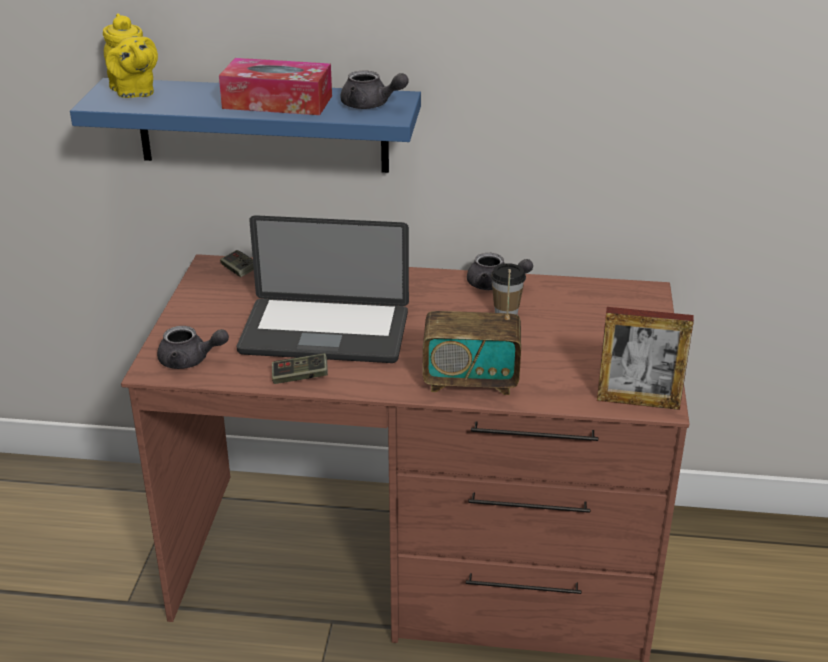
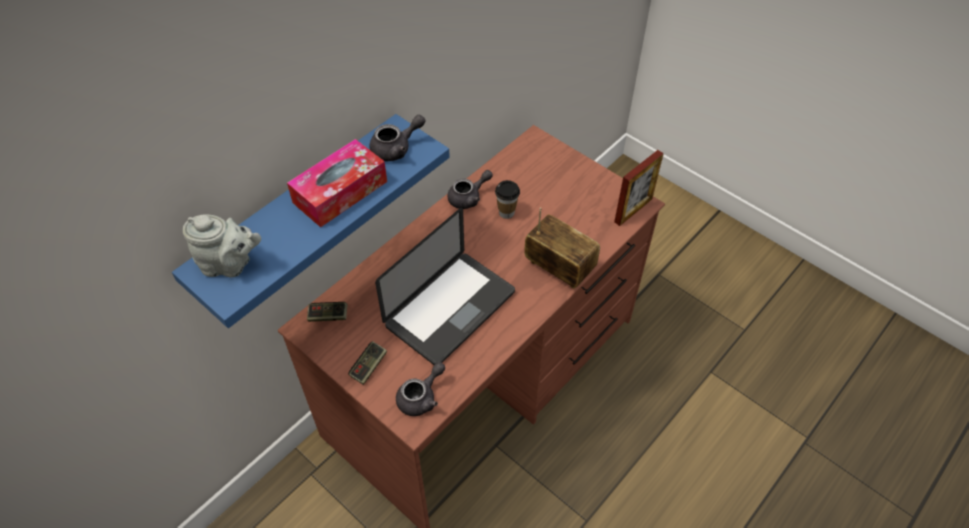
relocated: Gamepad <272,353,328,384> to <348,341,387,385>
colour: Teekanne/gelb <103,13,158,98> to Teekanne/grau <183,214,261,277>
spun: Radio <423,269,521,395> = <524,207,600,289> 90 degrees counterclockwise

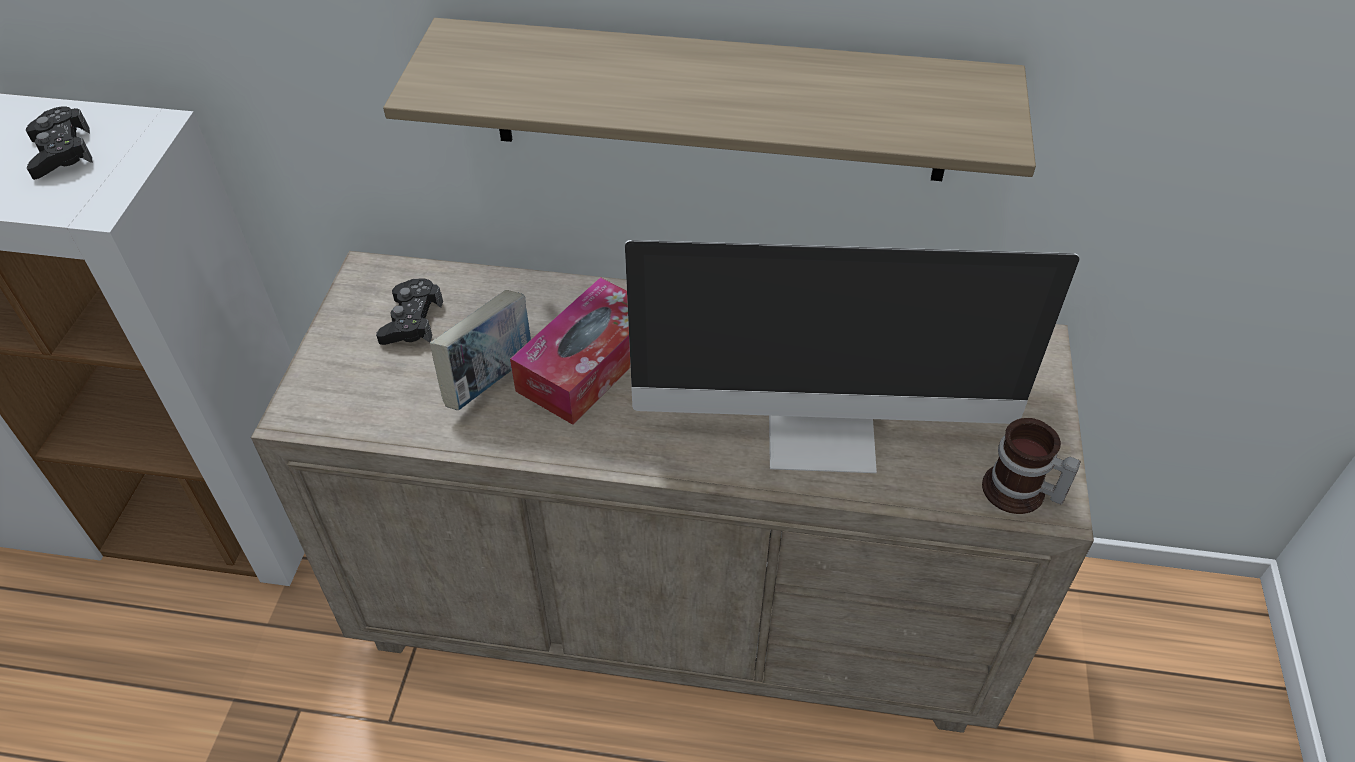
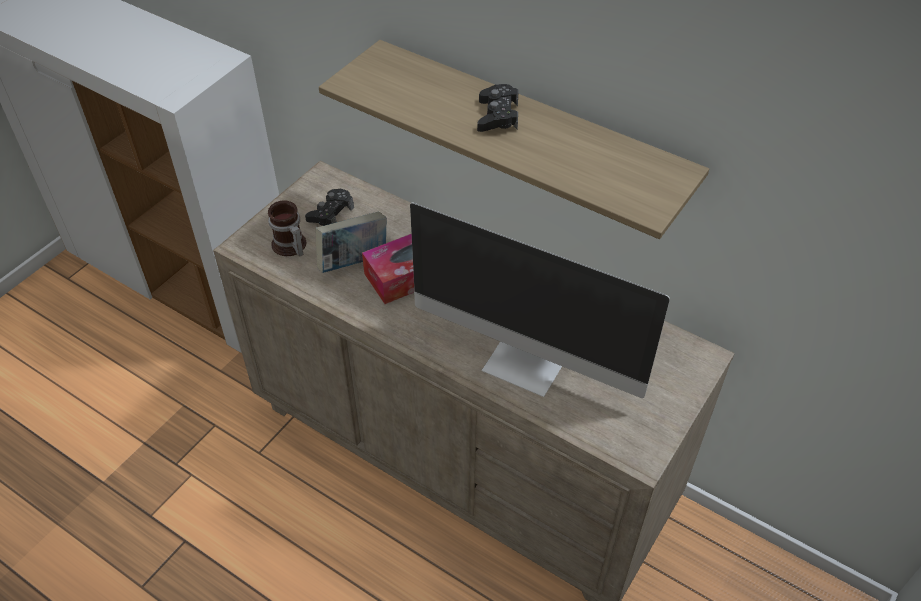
relocated: Gamepad/schwarz <26,106,93,180> to <477,84,519,132>; Henkelbecher <982,418,1080,514> to <268,201,306,256>

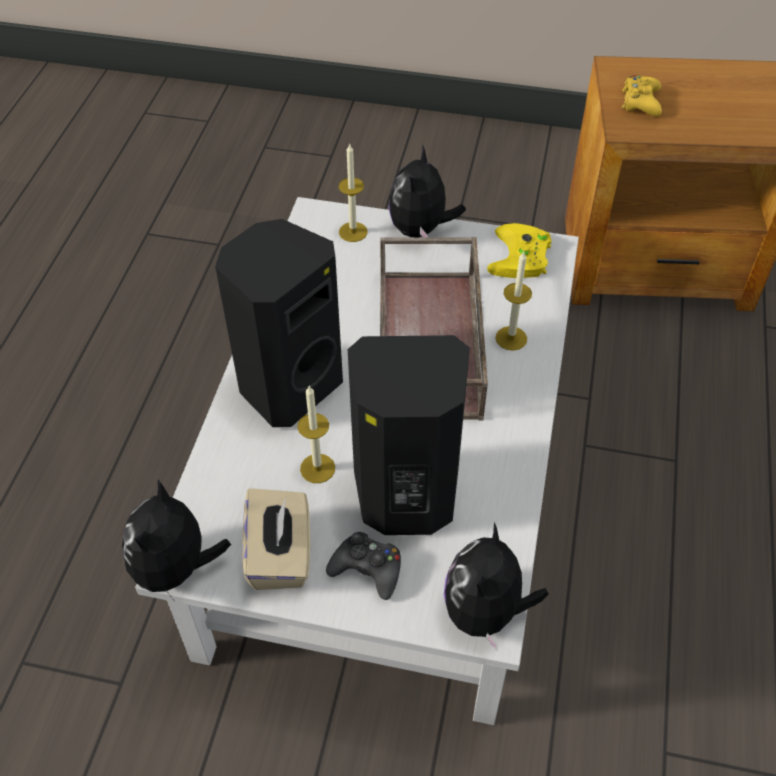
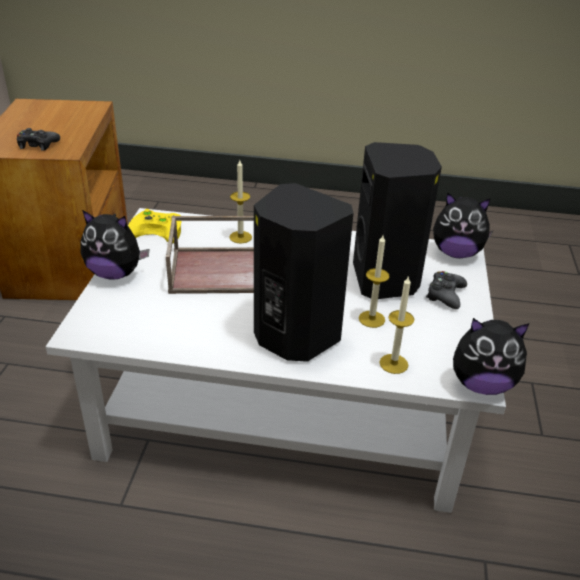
missing: Taschentuchbox/beige <243,488,310,590>
relocated: Kerze <339,143,367,242> to <379,275,414,374>
colour: Gamepad/gelb <622,75,662,116> to Gamepad/schwarz <17,128,60,151>

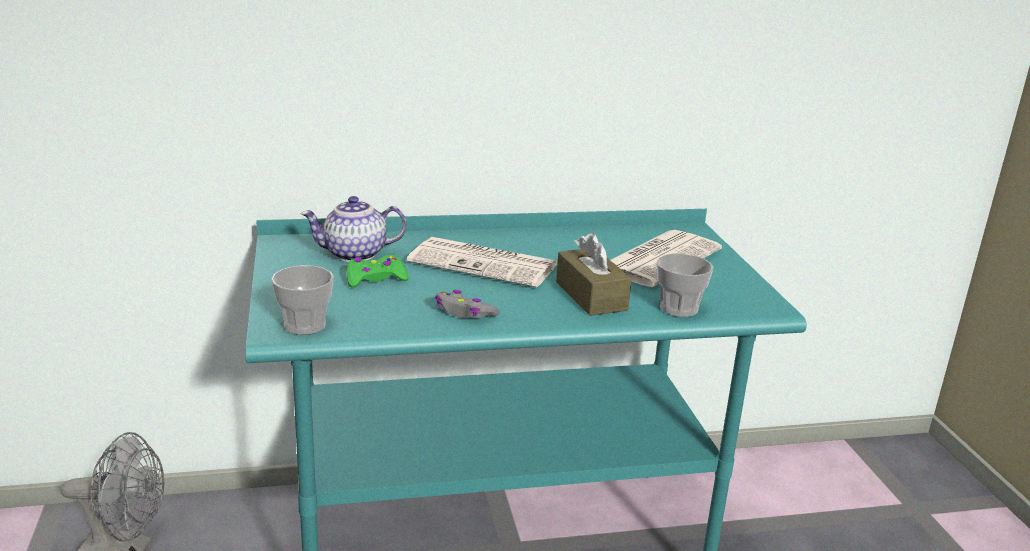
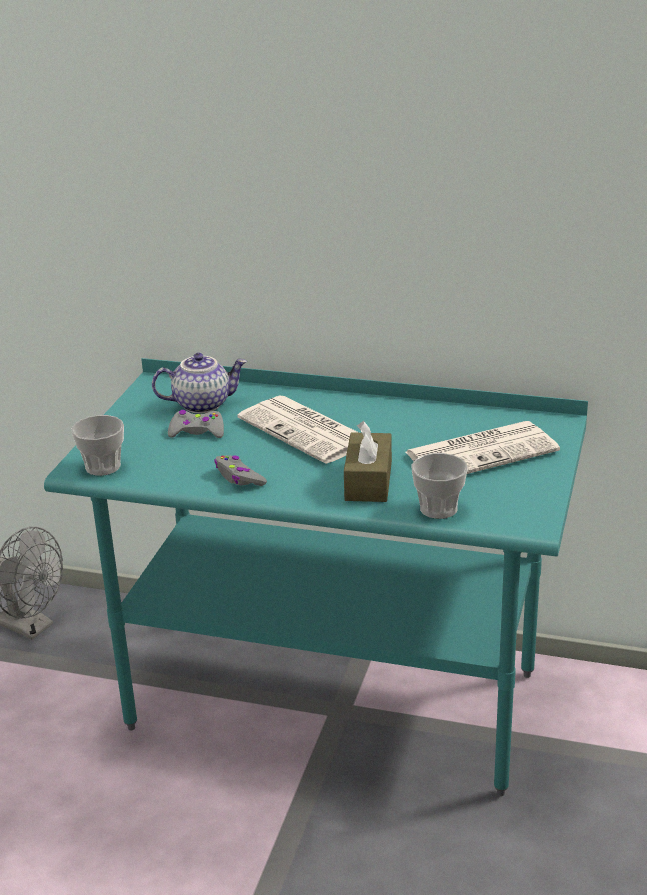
colour: Gamepad/grün <347,255,409,288> to Gamepad/grau <168,410,224,438>
spun: Teekanne <300,196,407,262> = <152,353,247,414> 150 degrees clockwise

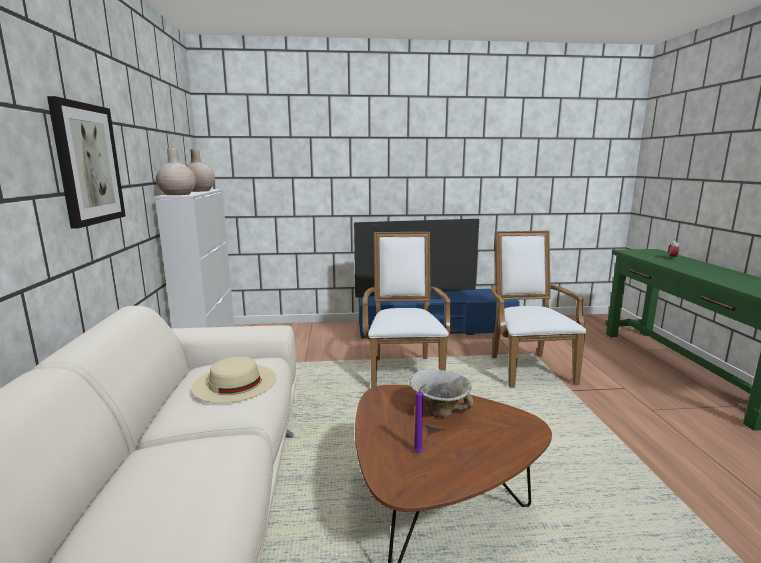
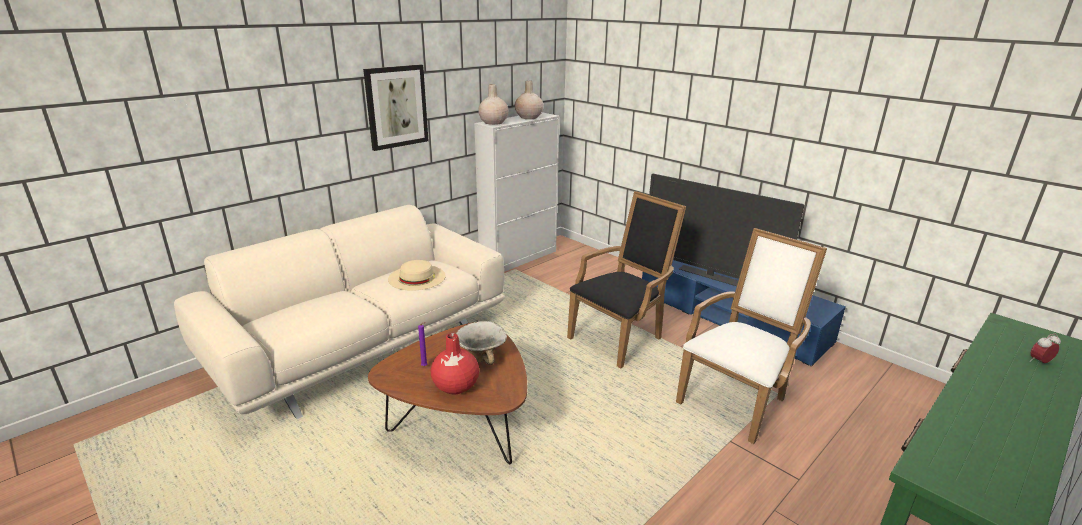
appeared: Vase/rot <430,333,479,394>
colour: Sessel/weiß <363,232,451,388> to Sessel/schwarz <567,191,686,368>

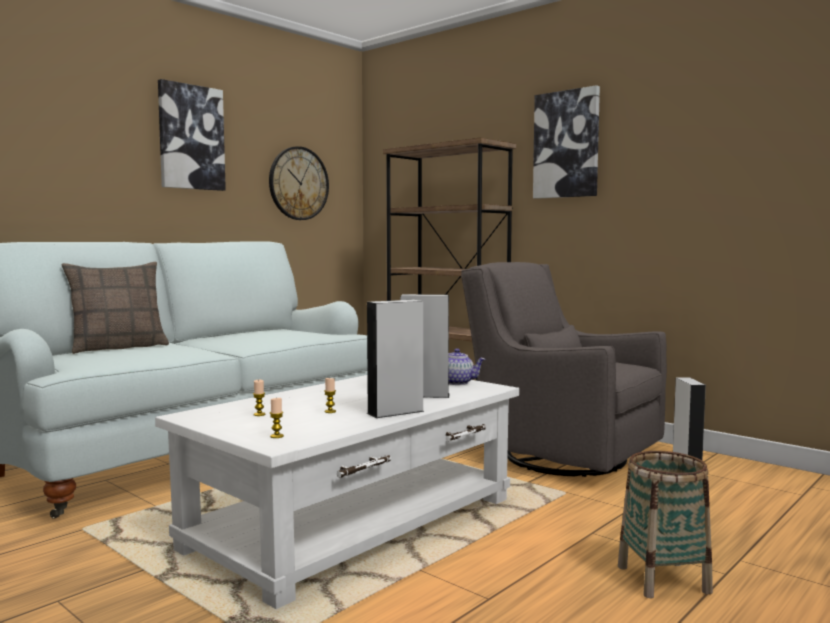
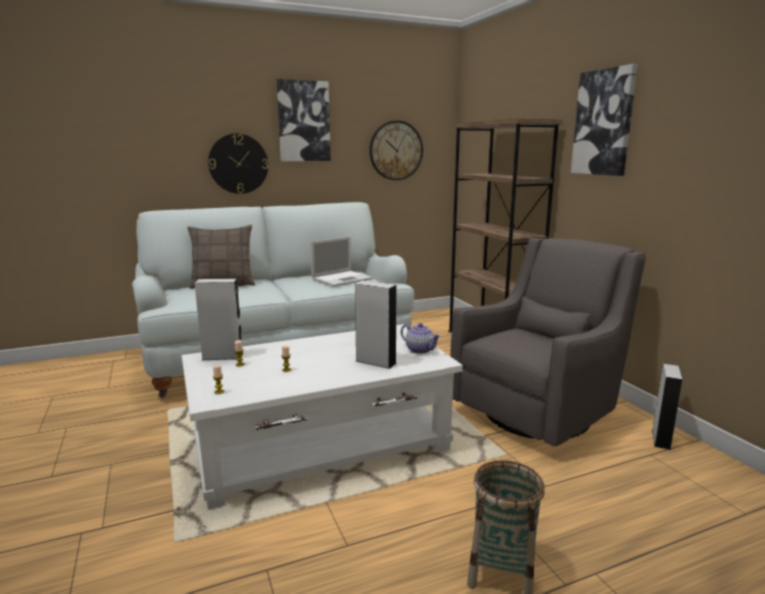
appeared: Wanduhr <208,133,268,194>; Laptop <310,236,373,287>
relocated: Lautsprecher/grau <367,300,424,418> to <195,278,243,360>
spun: Sessel/grau <461,262,667,477> = <450,238,646,447> 75 degrees clockwise

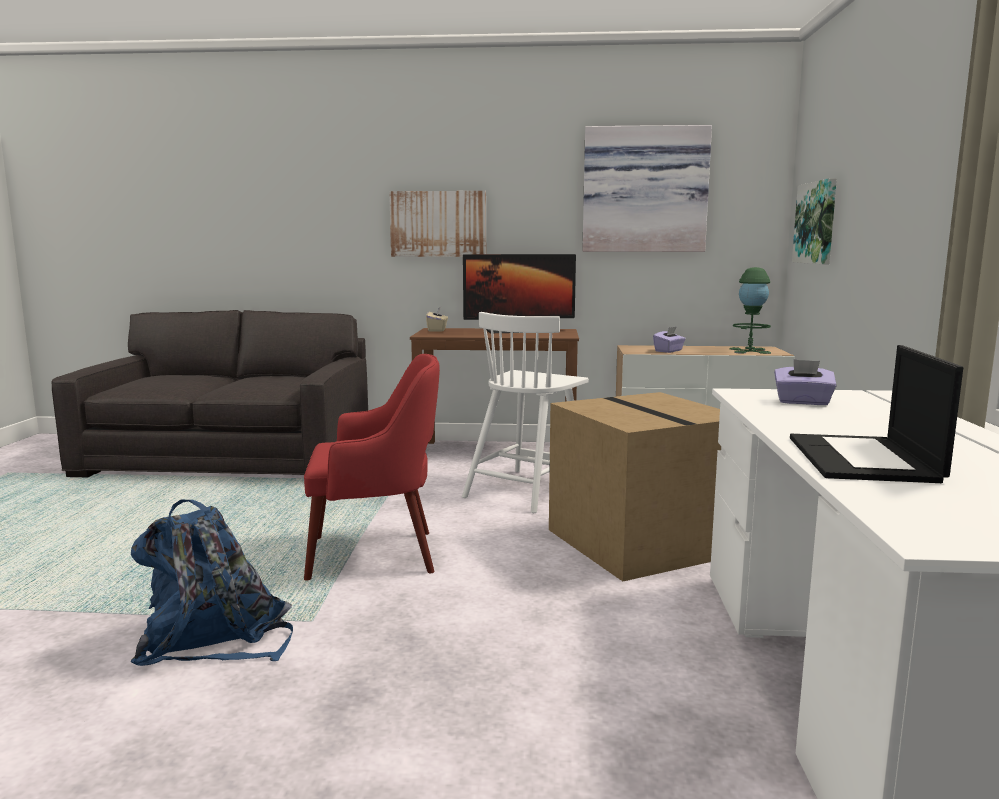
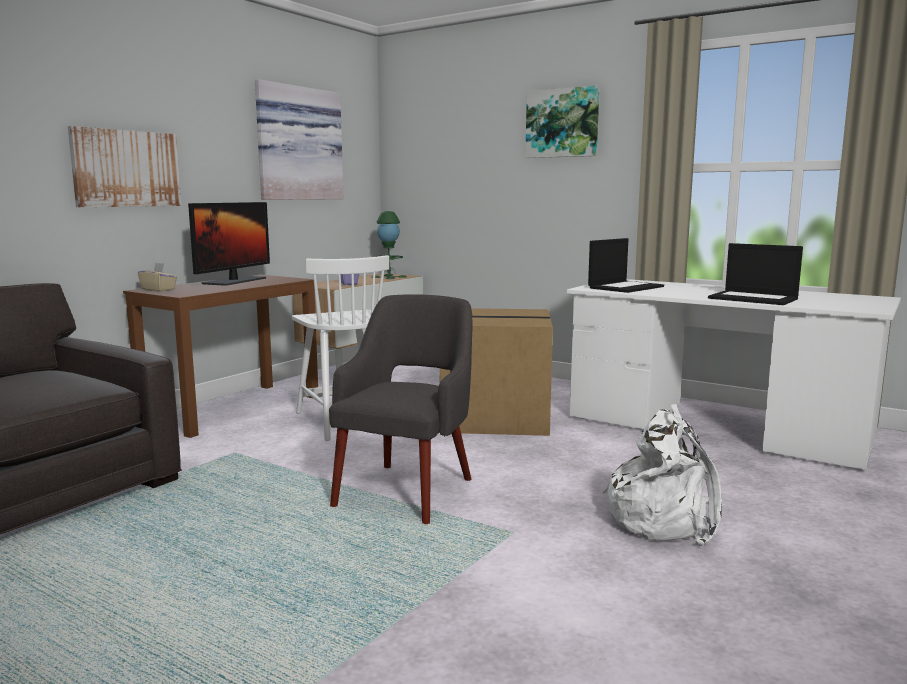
missing: Rucksack/blau <130,499,293,666>
appeared: Rucksack/weiß <603,404,722,546>
relocated: Bild <792,178,837,264> to <525,85,600,158>
exchanged: Taschentuchbox/lila <774,359,837,405> to Laptop <588,238,664,293>
colour: Sessel/rot <304,354,440,580> to Sessel/grau <329,294,472,524>

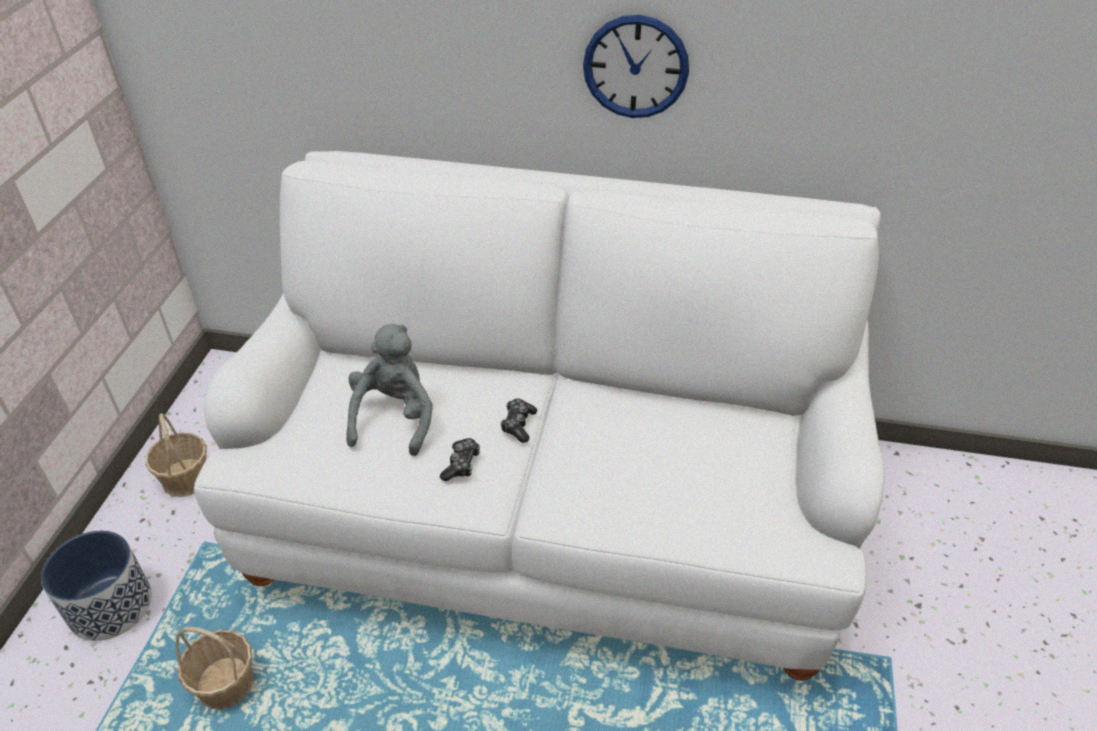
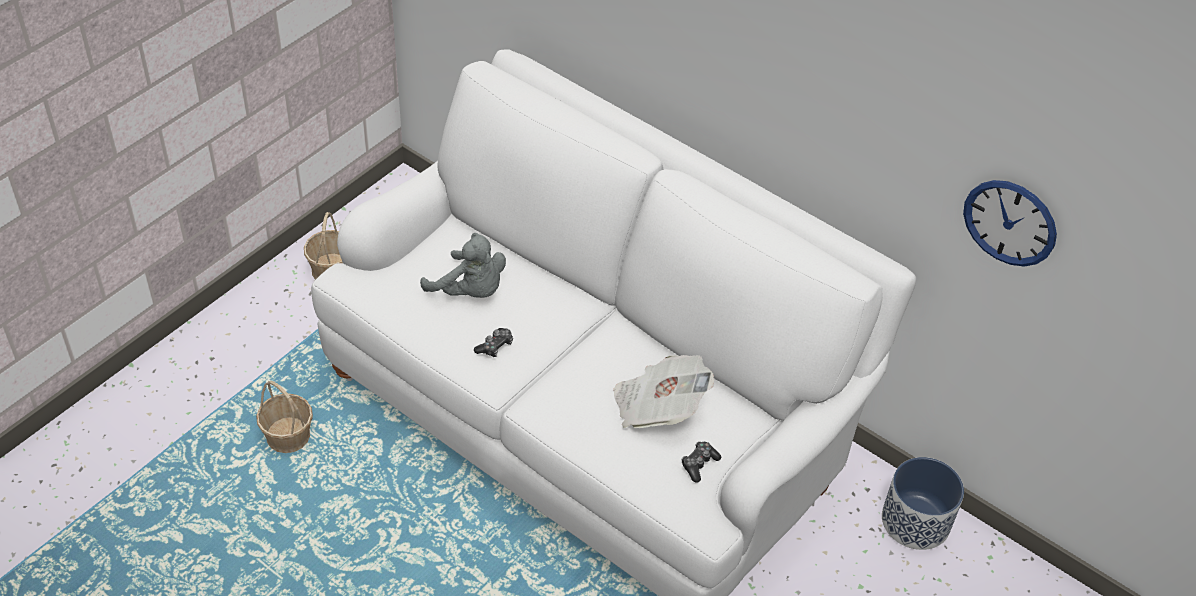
appeared: Zeitung <613,355,714,428>
relocated: Pflanzkübel <41,531,152,641> to <882,457,964,550>; Gamepad <500,399,537,443> to <682,442,721,483>; Wanduhr <583,15,689,118> to <963,180,1057,266>
spun: Plüschtier/grau <346,324,433,456> = <420,233,506,298> 90 degrees clockwise

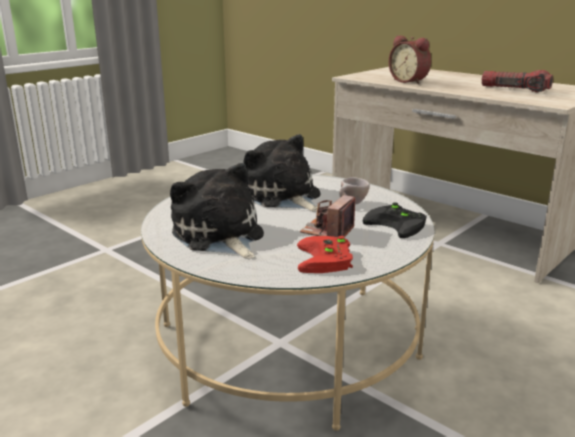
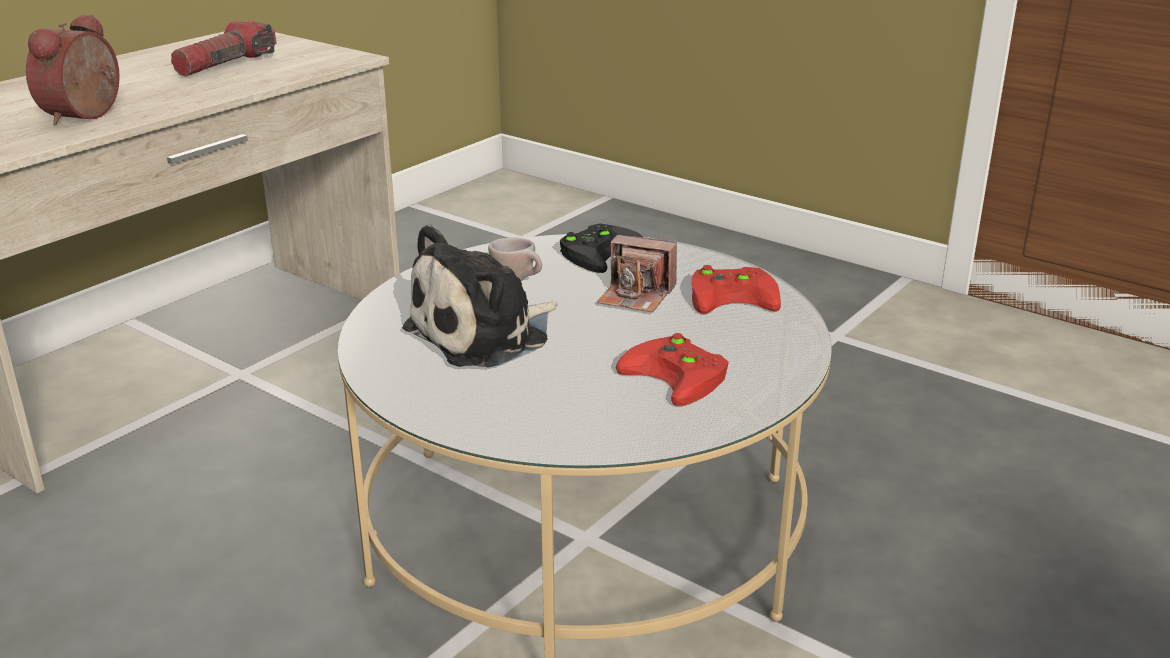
exchanged: Plüschtier <170,163,264,259> to Gamepad/rot <616,333,729,406>
spun: Wecker <389,35,431,84> = <26,13,120,126> 150 degrees clockwise

